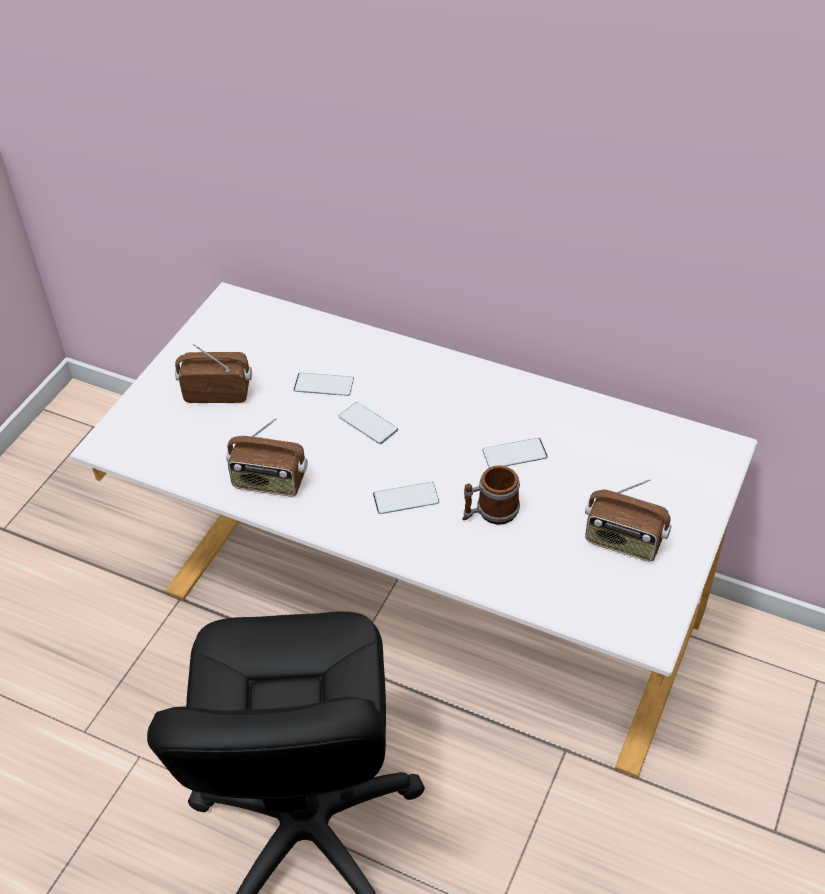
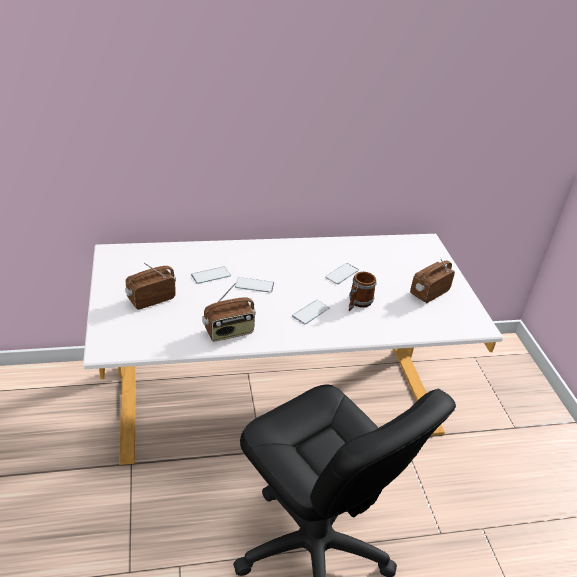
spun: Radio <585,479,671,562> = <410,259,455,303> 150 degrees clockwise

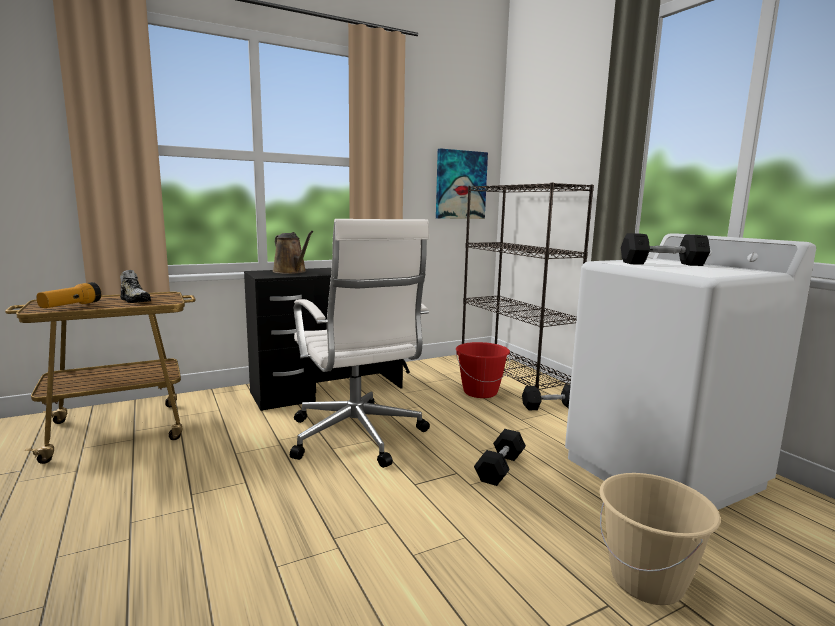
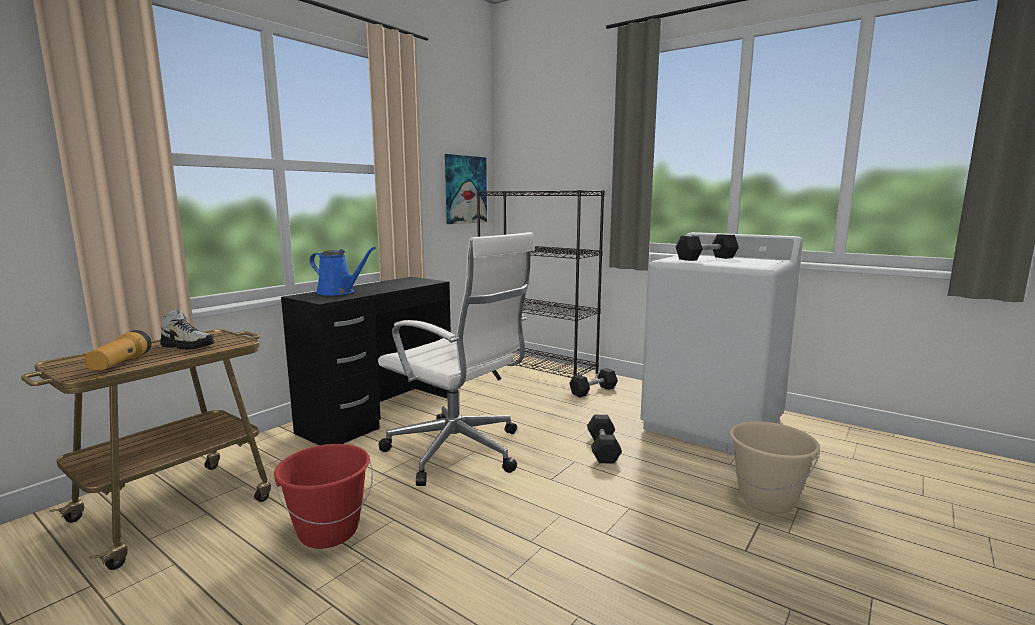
relocated: Eimer/rot <456,342,510,398> to <274,444,373,549>
colour: Gießkanne/braun <273,231,313,274> to Gießkanne/blau <309,247,376,296>

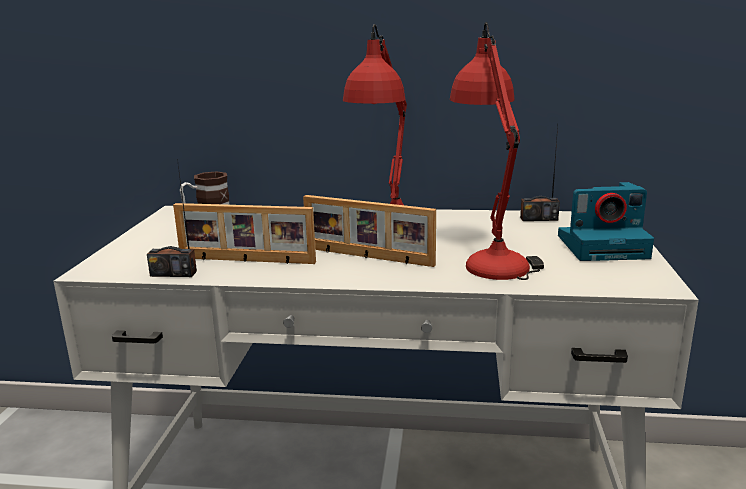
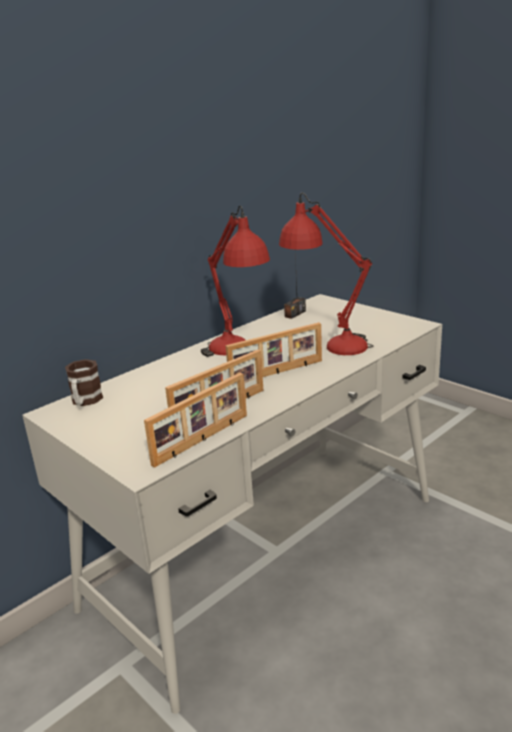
missing: Kamera <558,182,654,261>
exchanged: Radio <147,159,197,277> to Bilderrahmen <144,373,247,468>

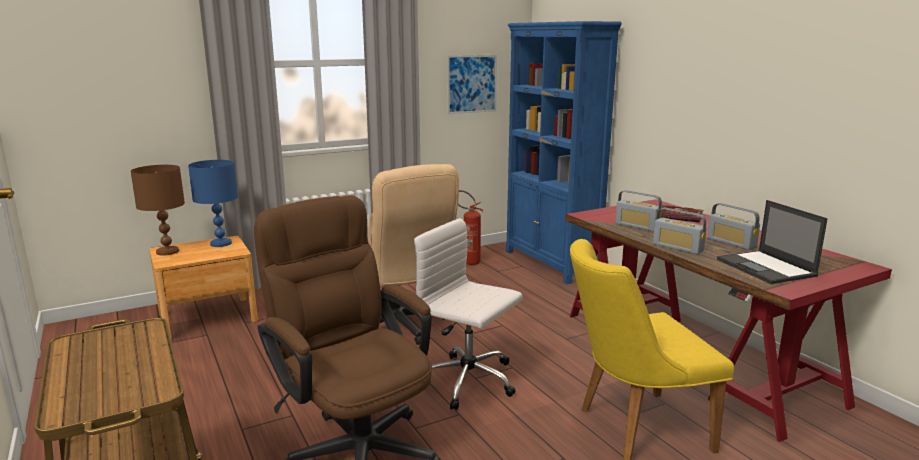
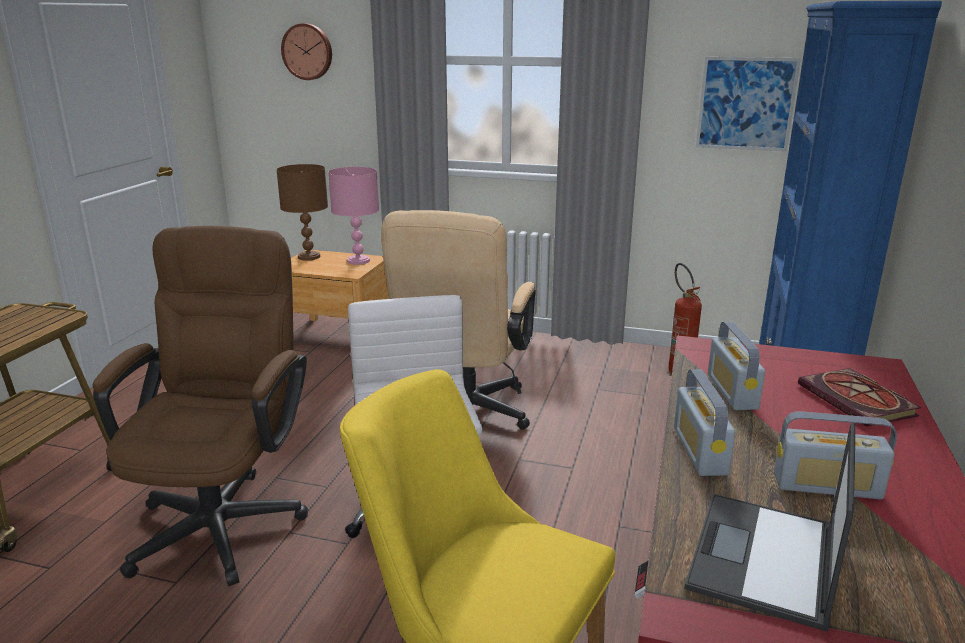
appeared: Wanduhr <281,23,332,80>
colour: Tischlampe/blau <188,160,238,247> to Tischlampe/rosa <328,167,379,265>
spun: Radio <707,203,760,250> = <774,411,897,499> 90 degrees counterclockwise

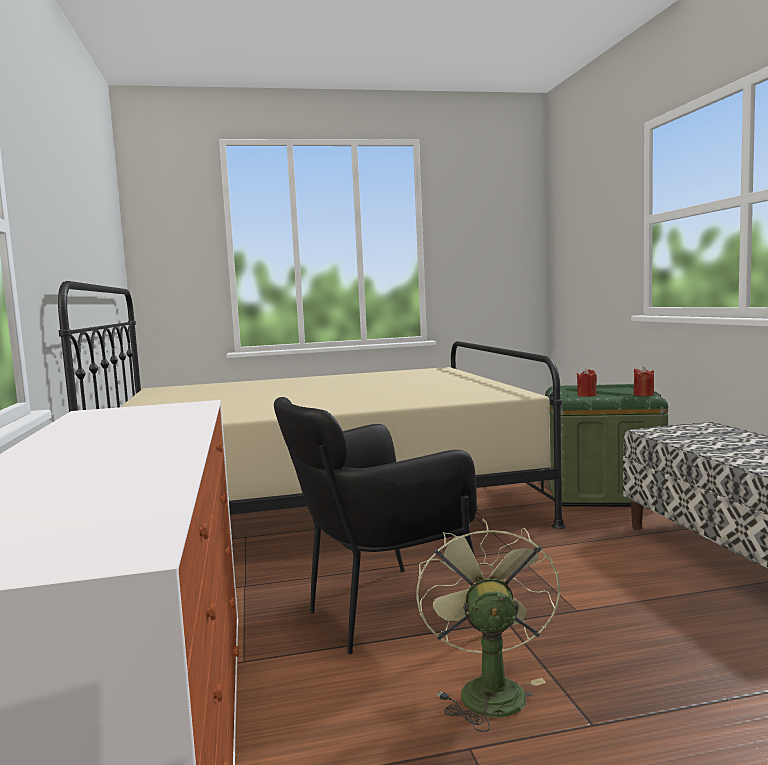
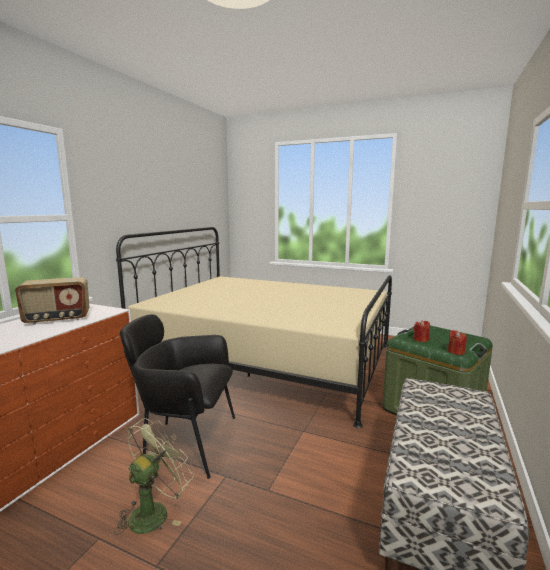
appeared: Radio <15,277,89,325>

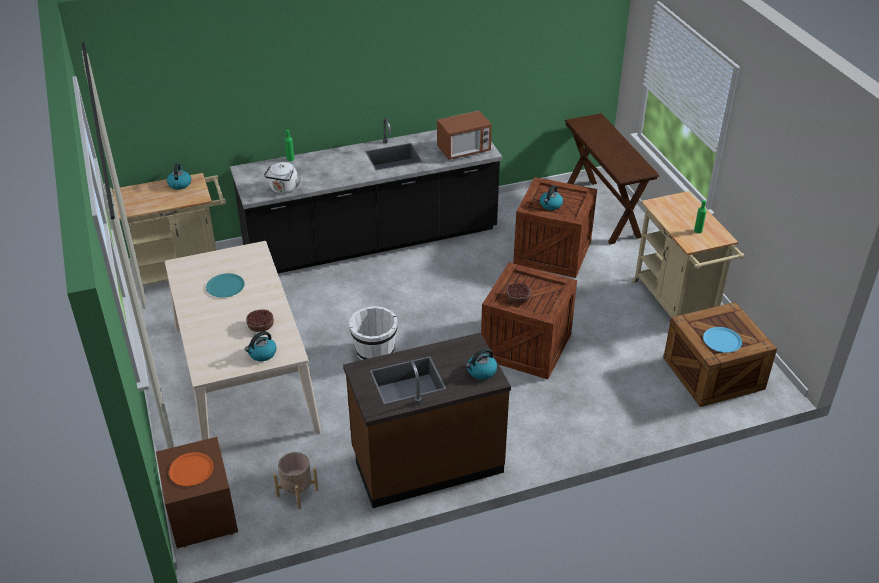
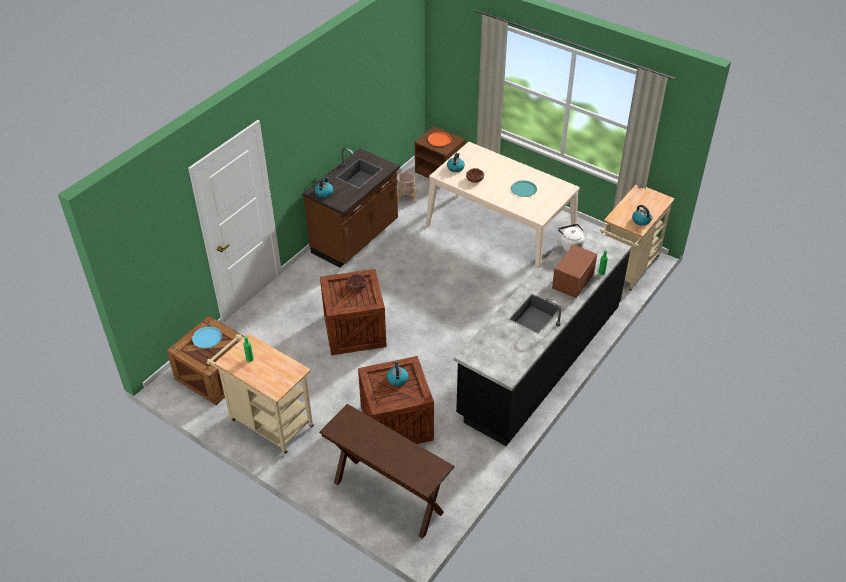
missing: Eimer/weiß <349,306,397,360>
relocated: Mikrowelle <437,111,492,160> to <552,245,597,298>

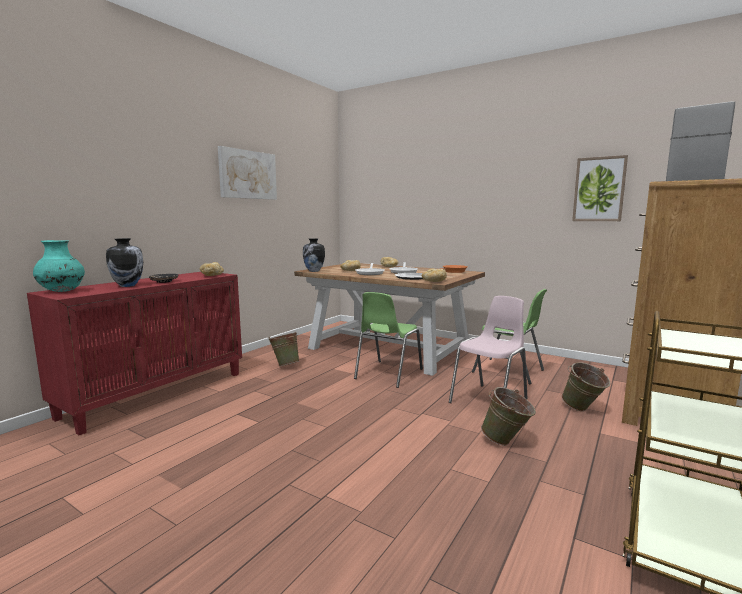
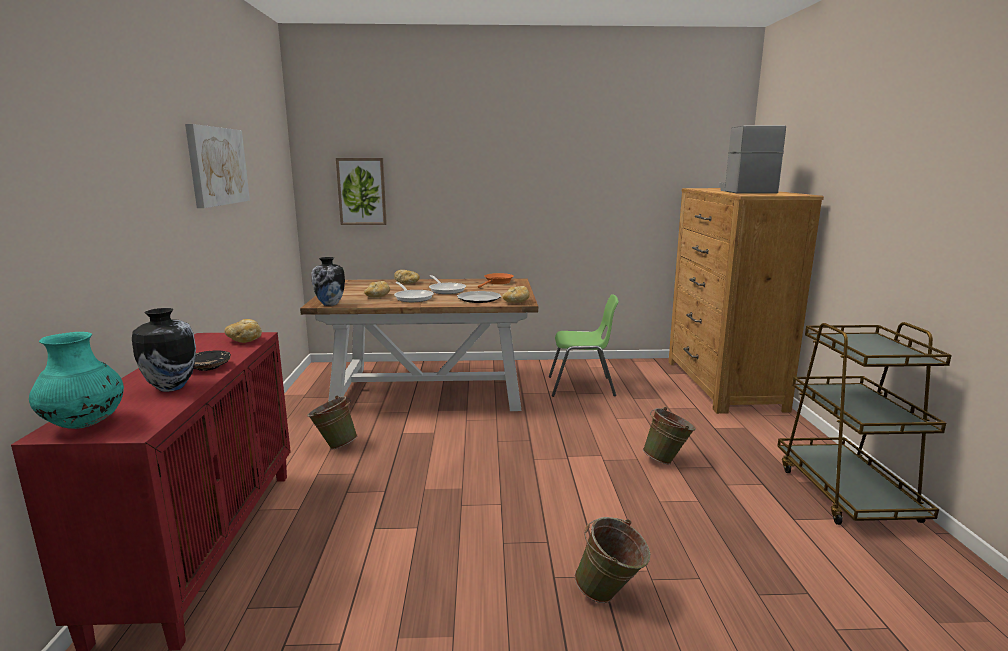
missing: Stuhl/grün <354,292,423,388>; Stuhl/rosa <449,296,528,403>
relocated: Eimer/grün <562,362,610,411> to <575,517,650,603>; Bild <572,155,628,221> to <336,158,387,225>

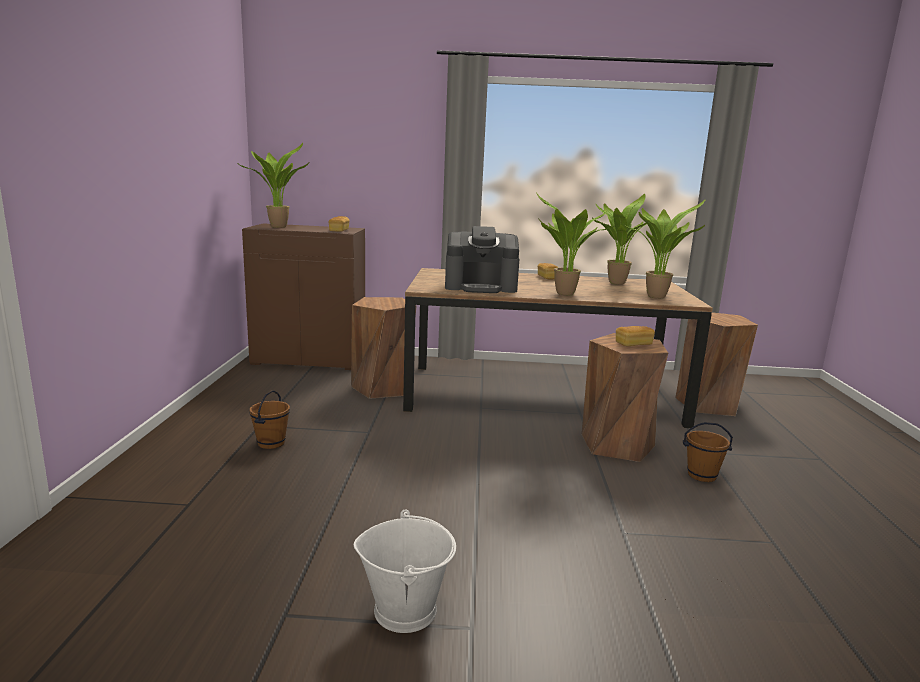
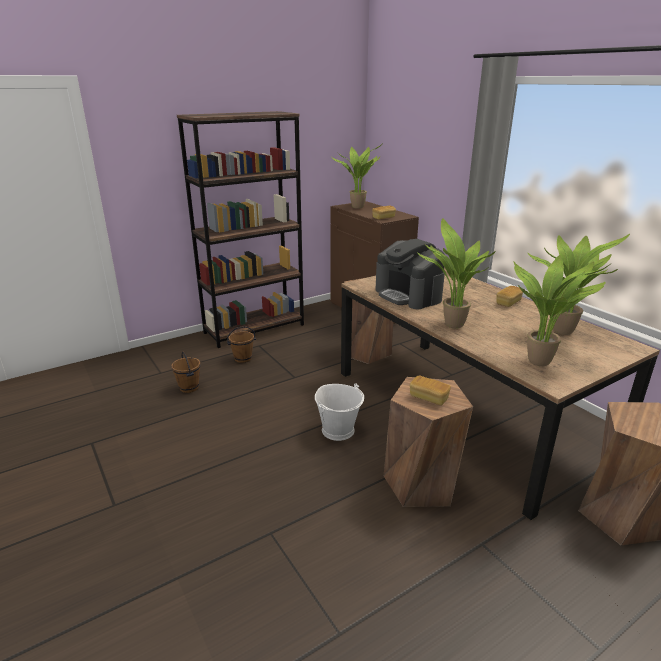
appeared: Bücherregal/braun <177,111,304,348>
relocated: Eimer/weiß <354,510,456,633> to <315,383,364,441>; Eimer/braun <683,422,733,482> to <171,352,201,393>

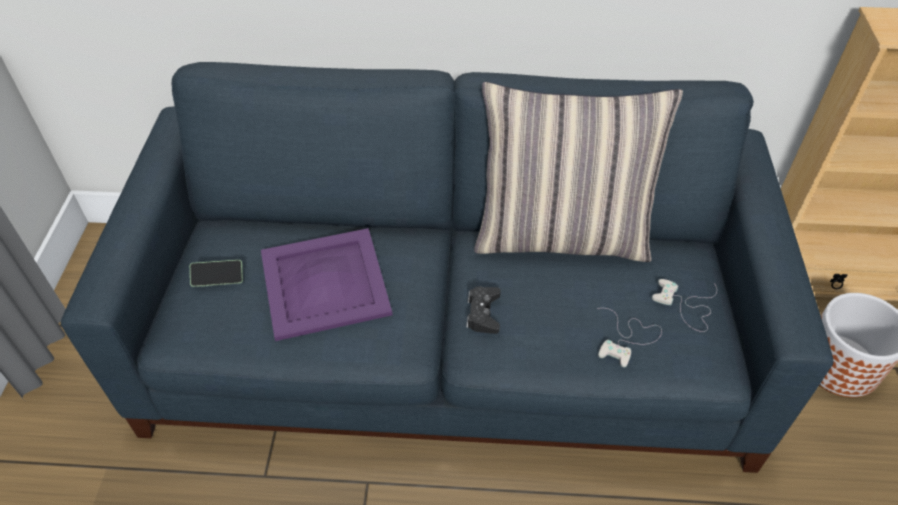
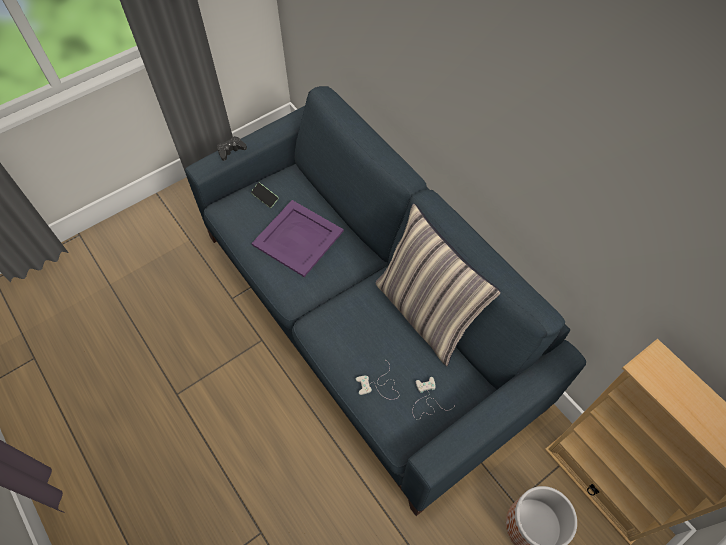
relocated: Gamepad/schwarz <466,286,501,334> to <217,136,247,161>

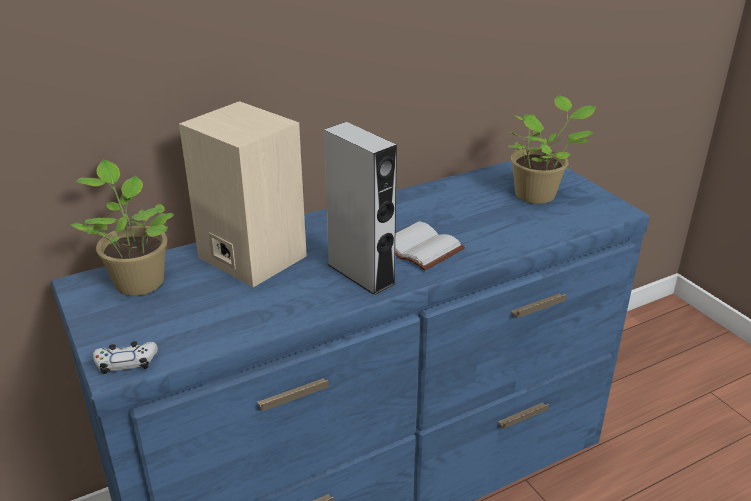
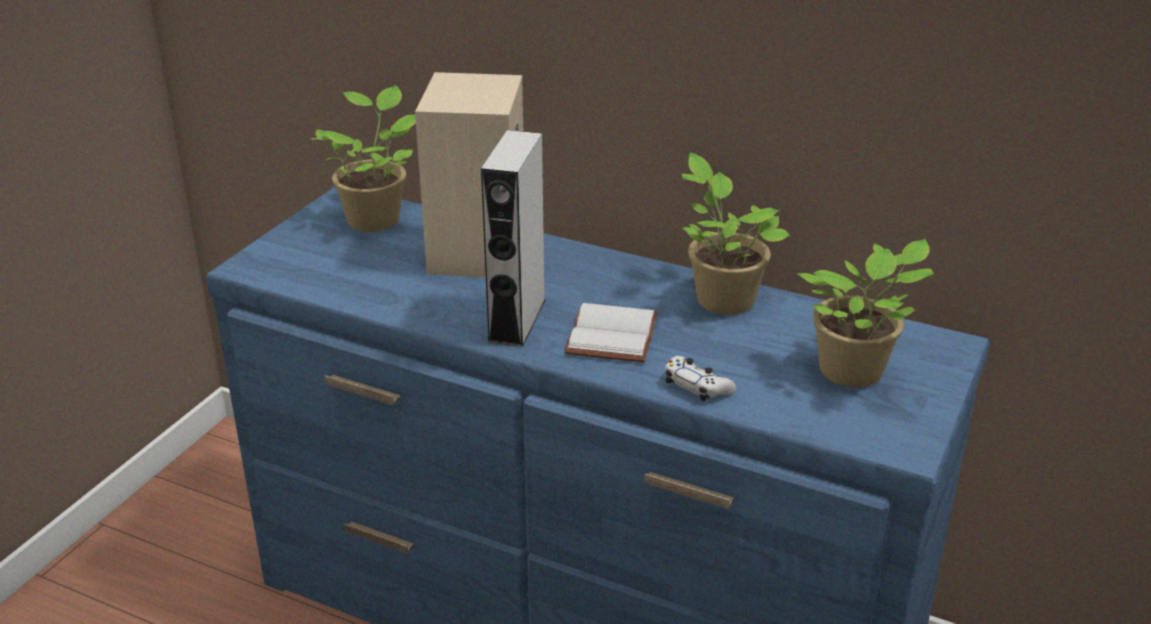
appeared: Topfpflanze <682,153,790,315>
relocated: Gamepad/weiß <93,341,158,374> to <665,356,736,402>

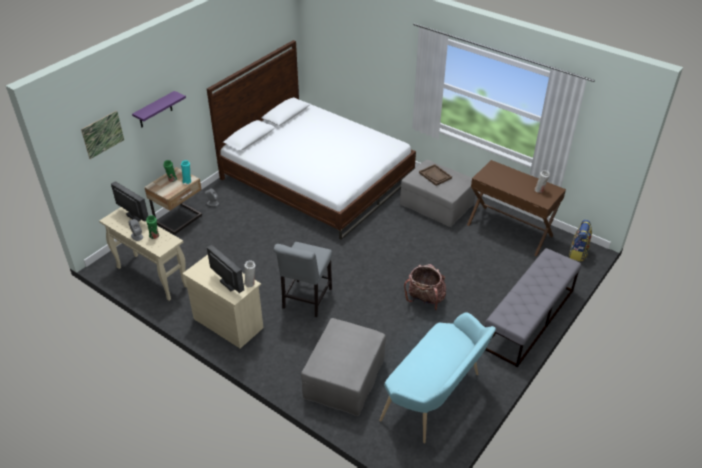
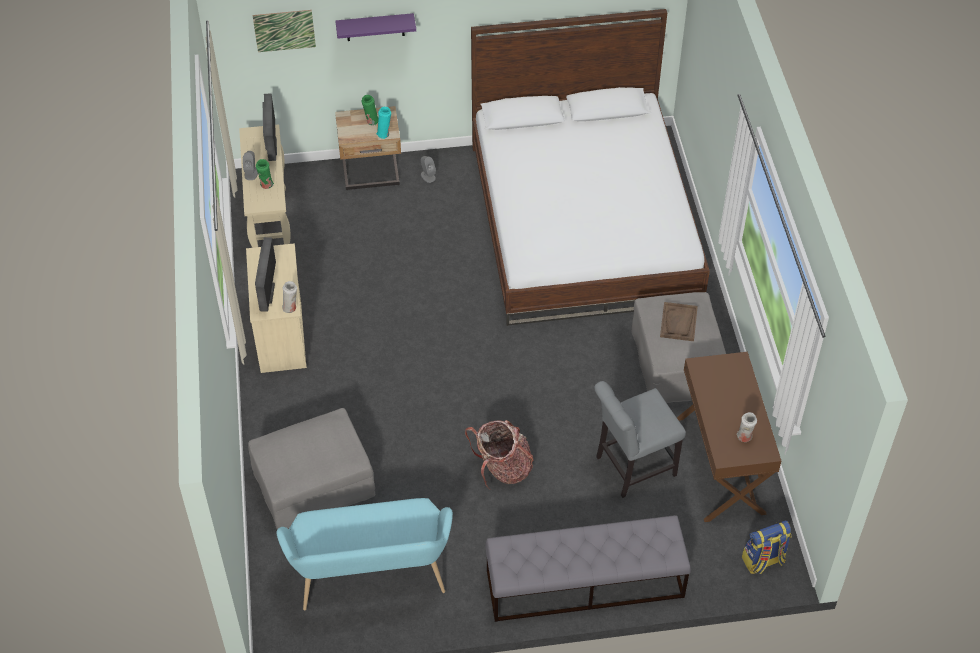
relocated: Stuhl/grau <274,242,332,317> to <594,381,686,498>

